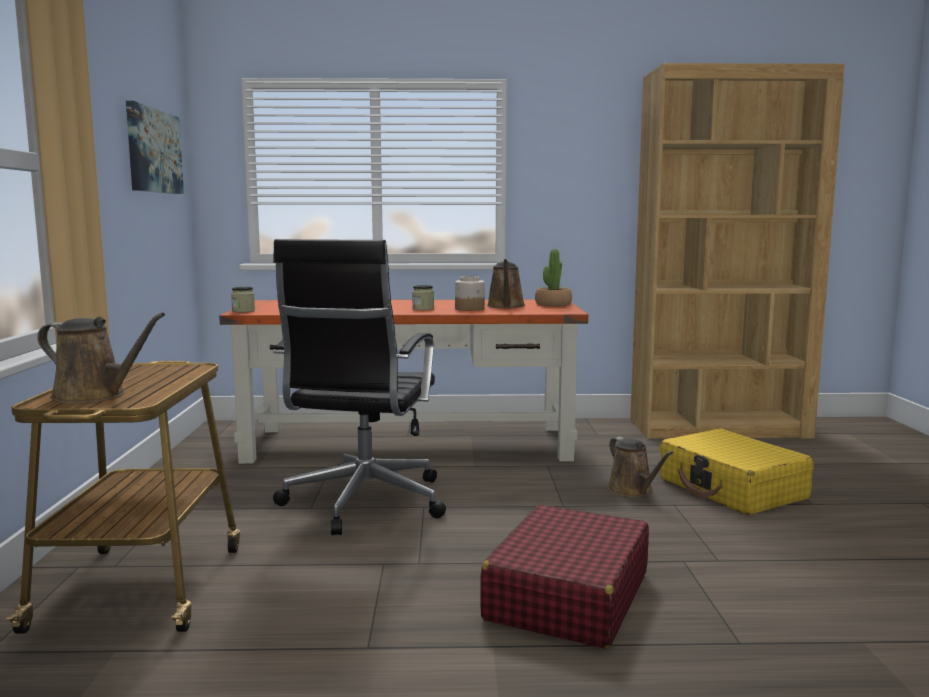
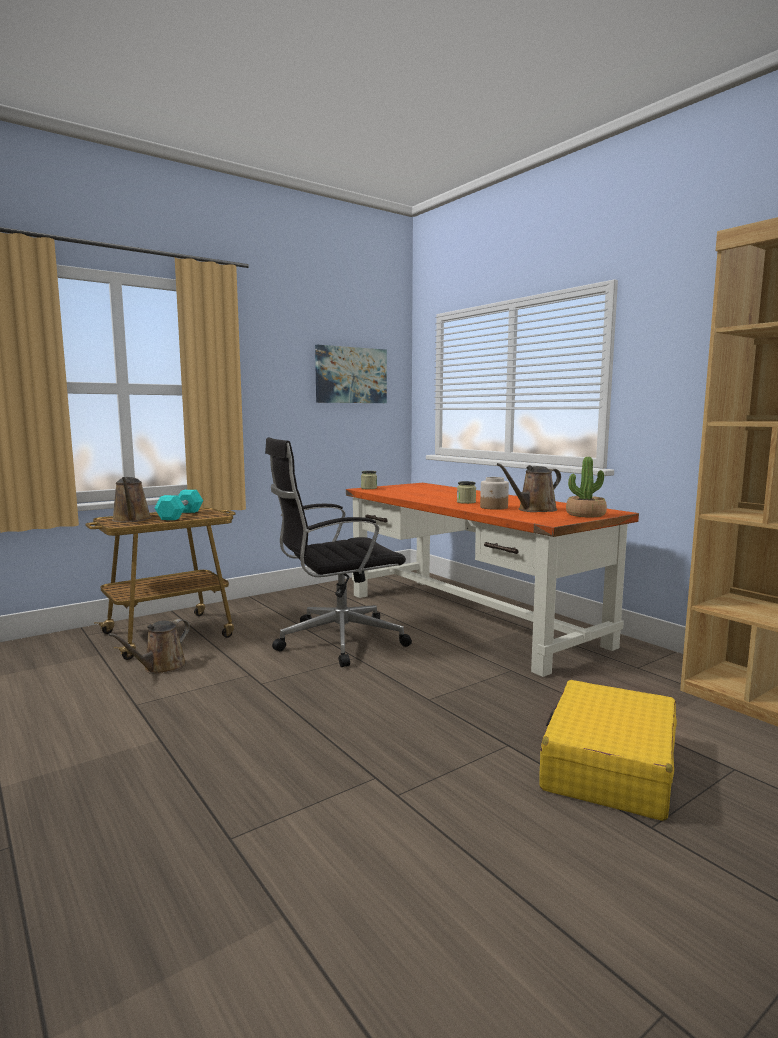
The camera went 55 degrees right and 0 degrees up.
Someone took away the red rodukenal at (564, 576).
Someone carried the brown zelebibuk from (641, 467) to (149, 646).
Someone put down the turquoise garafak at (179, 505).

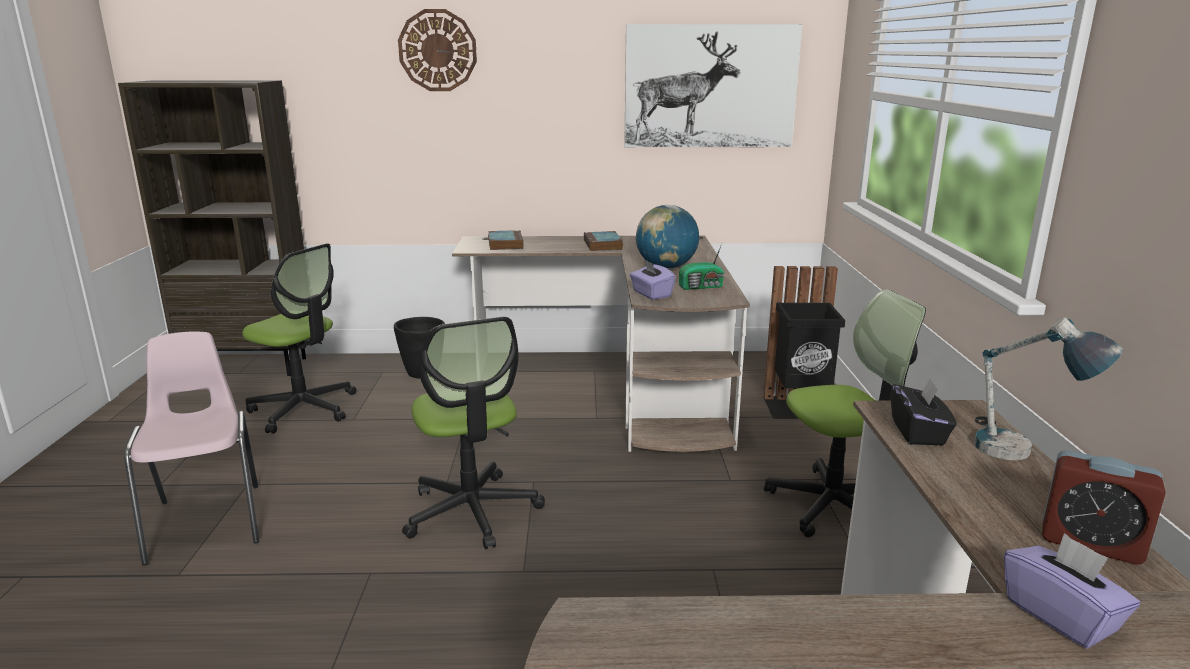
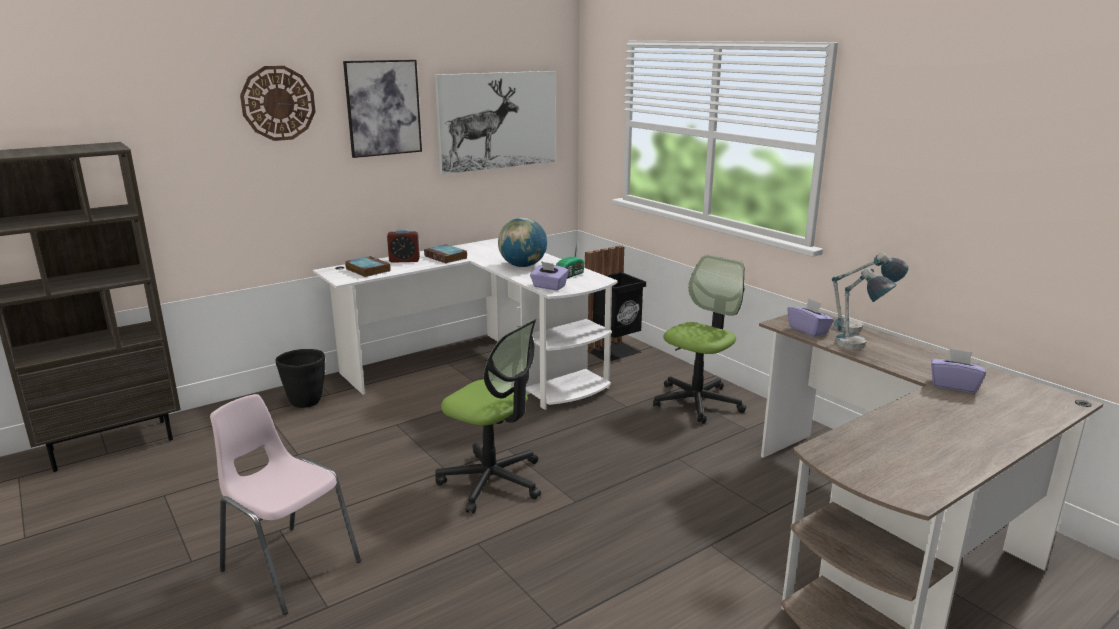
The camera went 35 degrees left and 0 degrees up.
Someone took away the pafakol at (299, 339).
Someone repainted the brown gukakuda at (601, 344), which became the white gukakuda at (465, 324).
Someone repainted the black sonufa at (924, 411), which became the purple sonufa at (810, 318).
Someone carried the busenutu from (1104, 507) to (403, 246).
Someone put up the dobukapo at (382, 109).
Someone put down the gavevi at (865, 308).

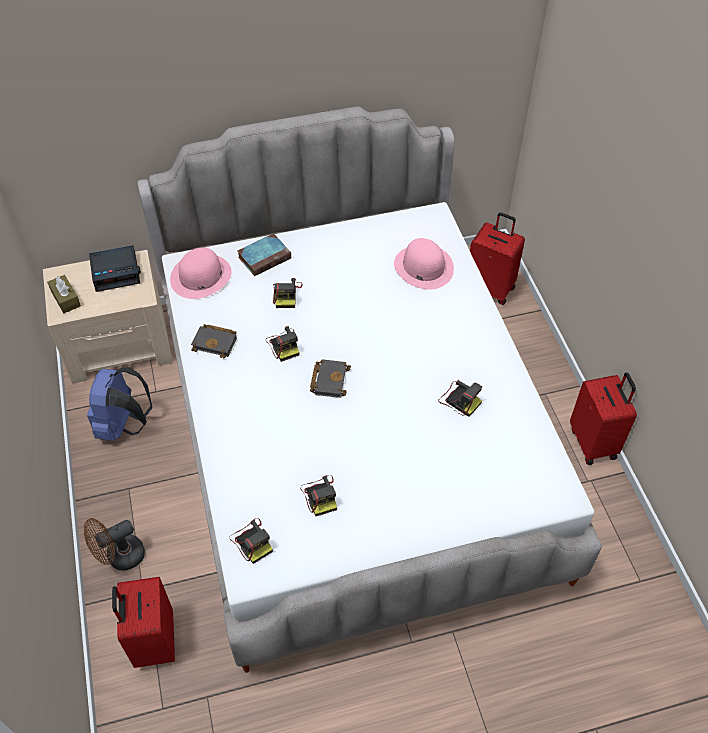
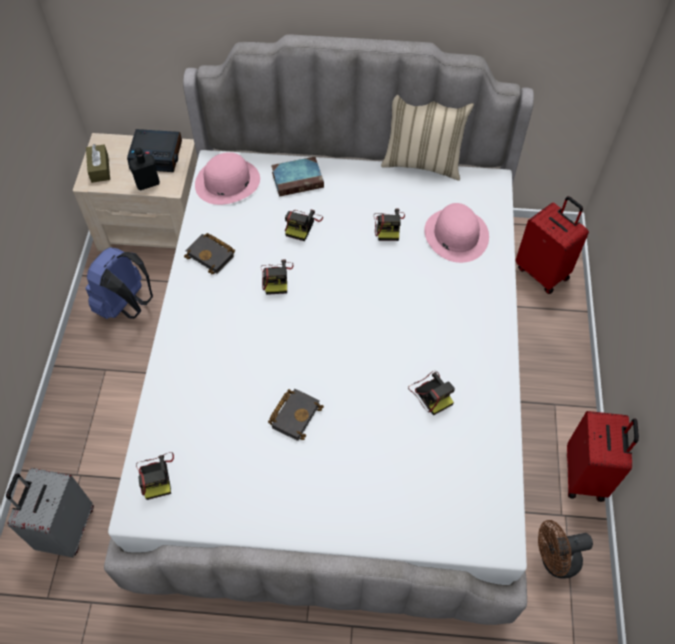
The camera went 20 degrees right and 5 degrees up.
Someone carried the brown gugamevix from (114, 544) to (565, 549).
Someone repainted the red rodukenal at (143, 622), which became the grey rodukenal at (50, 513).
Someone carried the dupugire from (318, 495) to (389, 224).
Someone carried the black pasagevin from (330, 378) to (296, 415).
Someone put down the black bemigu at (144, 169).
Someone put down the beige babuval at (427, 138).

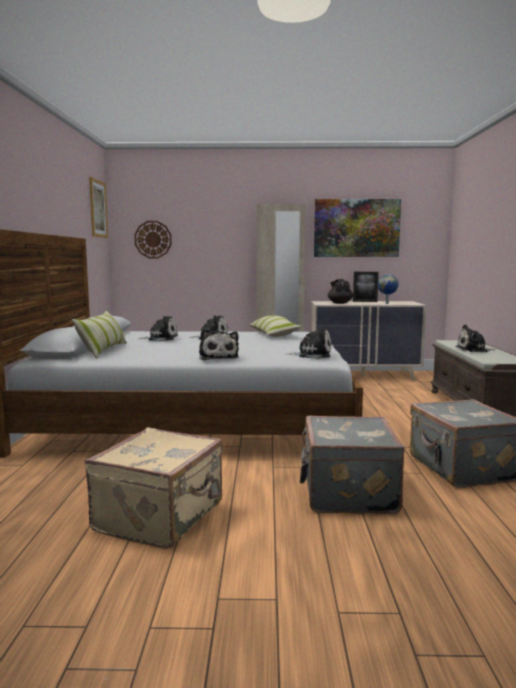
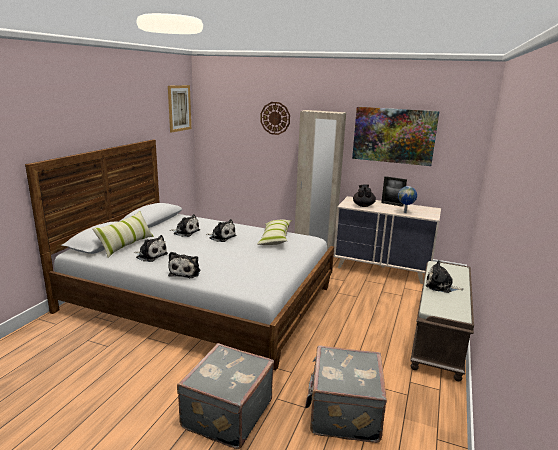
The camera went 20 degrees right and 10 degrees up.
Someone took away the beige rodukenal at (154, 488).
Someone carried the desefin from (153, 239) to (275, 118).
Someone carried the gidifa from (308, 343) to (151, 248).

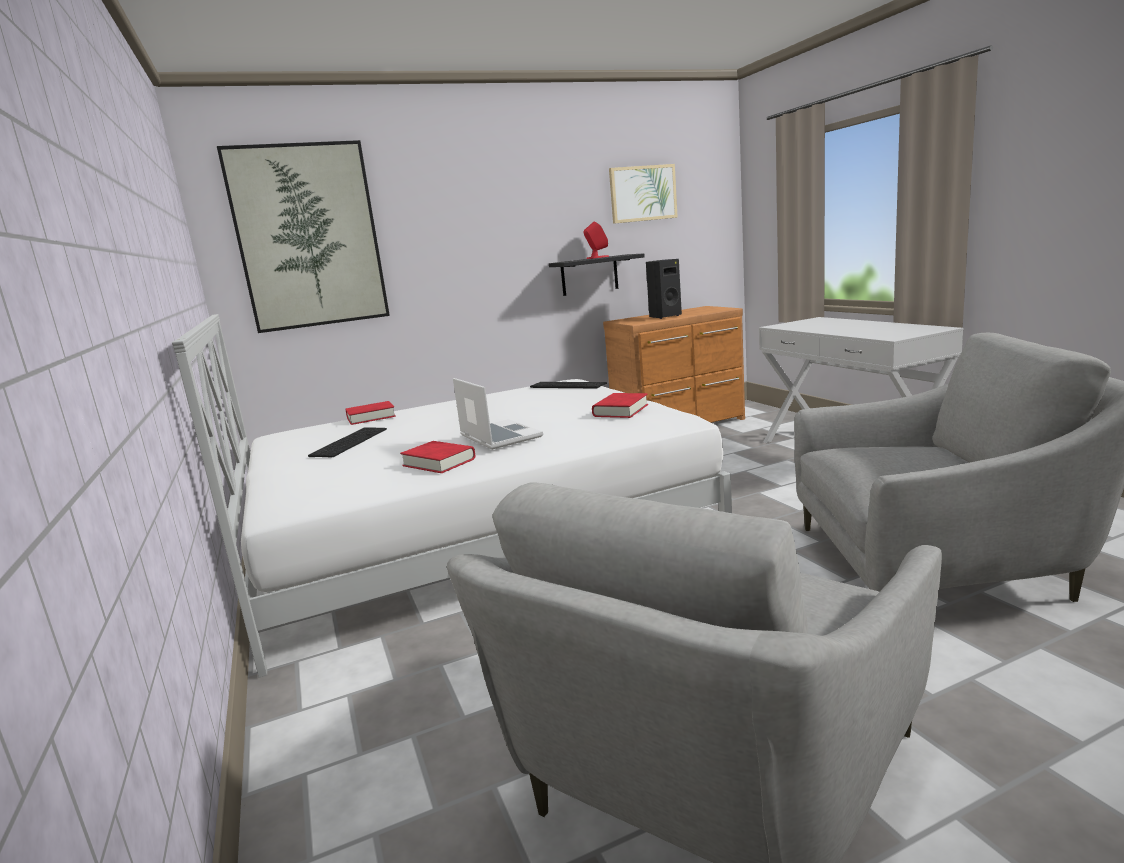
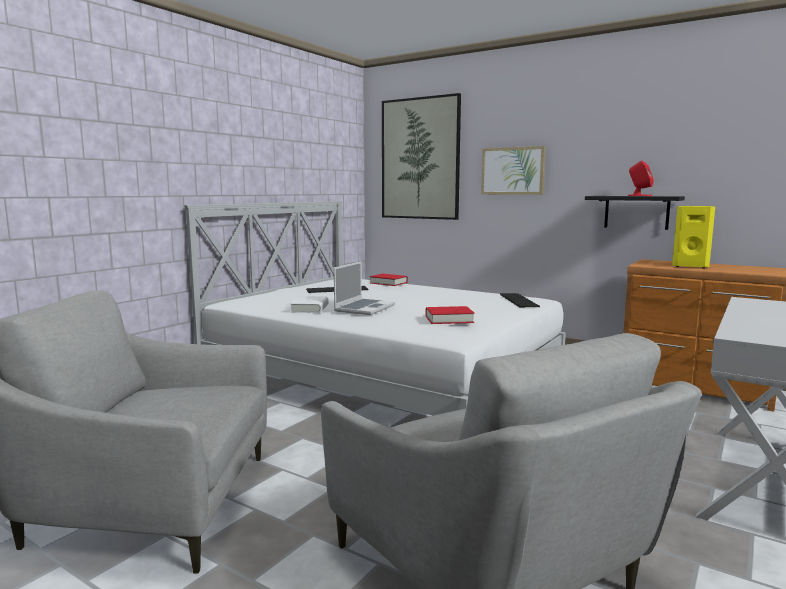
The camera went 55 degrees right and 5 degrees down.
Someone repainted the red pasagevin at (437, 457), which became the white pasagevin at (309, 304).
Someone carried the dobukapo from (643, 194) to (513, 170).
Someone repainted the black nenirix at (664, 289), which became the yellow nenirix at (693, 237).

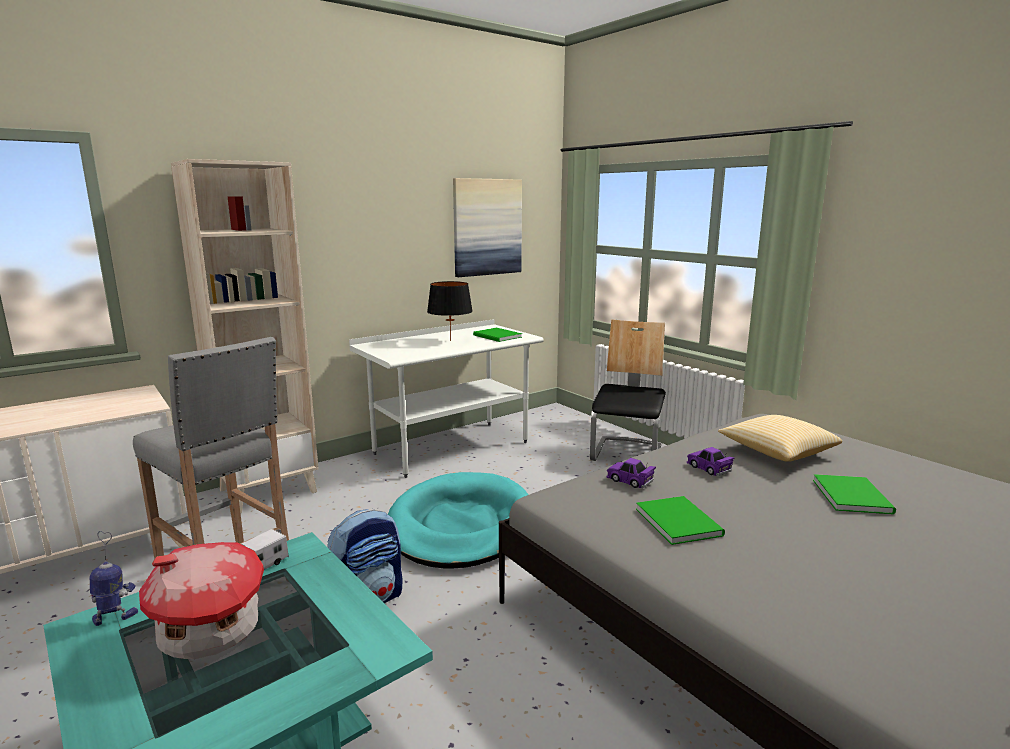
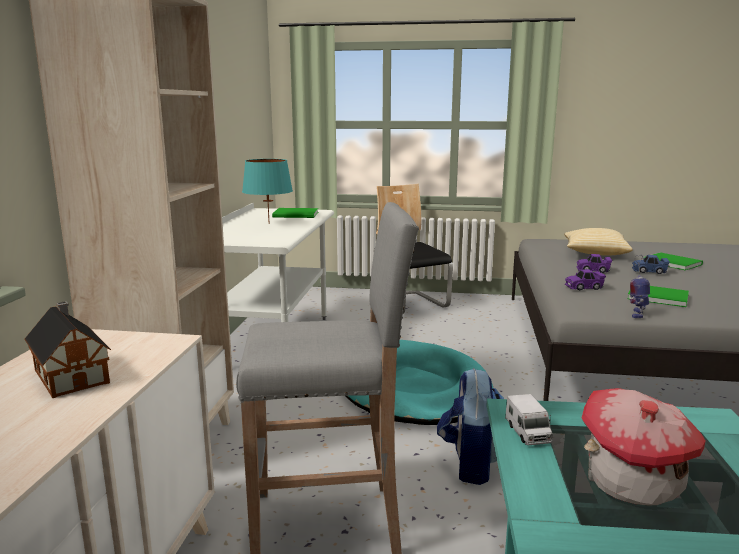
The camera went 45 degrees left and 0 degrees up.
Someone carried the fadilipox from (114, 578) to (640, 286).
Someone repainted the black gavevi at (450, 311), which became the turquoise gavevi at (267, 191).
Someone took away the dobukapo at (487, 227).
Someone put down the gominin at (67, 349).
Someone put down the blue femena at (651, 264).

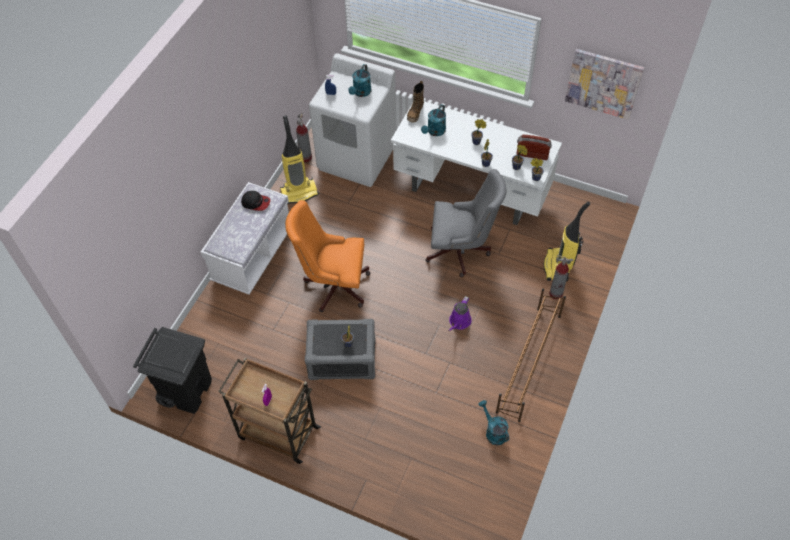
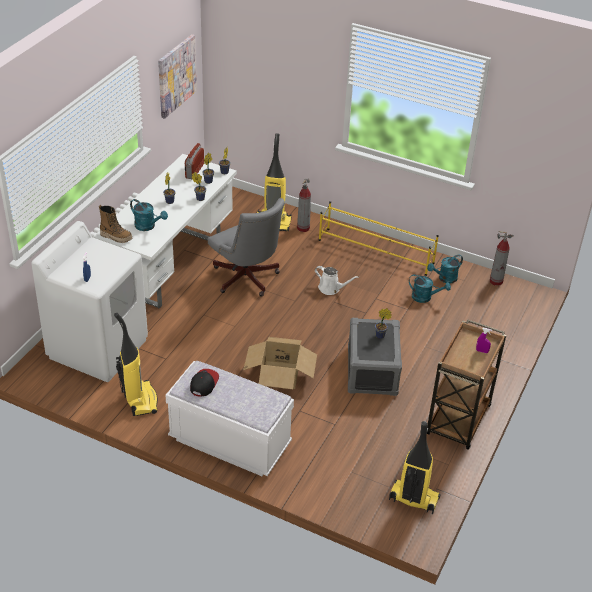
The camera went 90 degrees left and 15 degrees down.
Someone swapped the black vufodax at (172, 370) for the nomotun at (415, 467).
Someone swapped the orange pafakol at (328, 256) for the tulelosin at (280, 363).
Someone carried the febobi from (304, 137) to (502, 258).
Someone carried the turquoise zelebibuk from (359, 80) to (430, 288).
Someone rotated the grey pafakol at (466, 223) by 135 degrees clockwise.
Someone repainted the purple zelebibuk at (460, 313), which became the white zelebibuk at (337, 280).
Someone repainted the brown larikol at (531, 355), which became the yellow larikol at (379, 238).

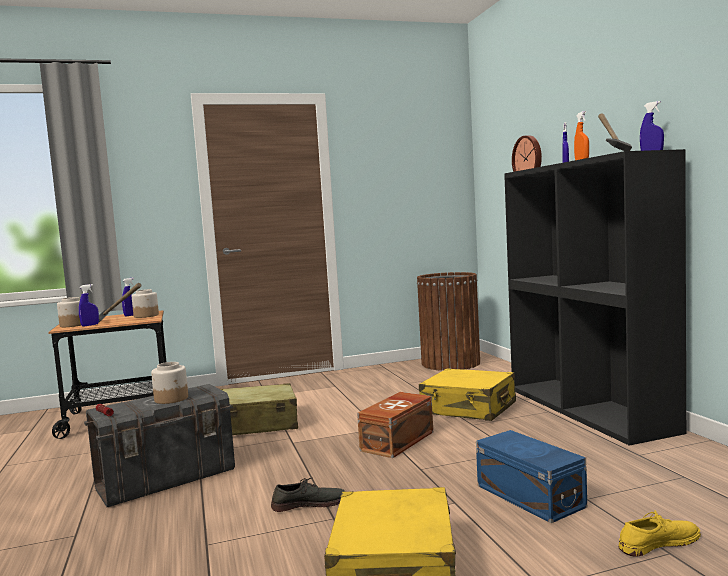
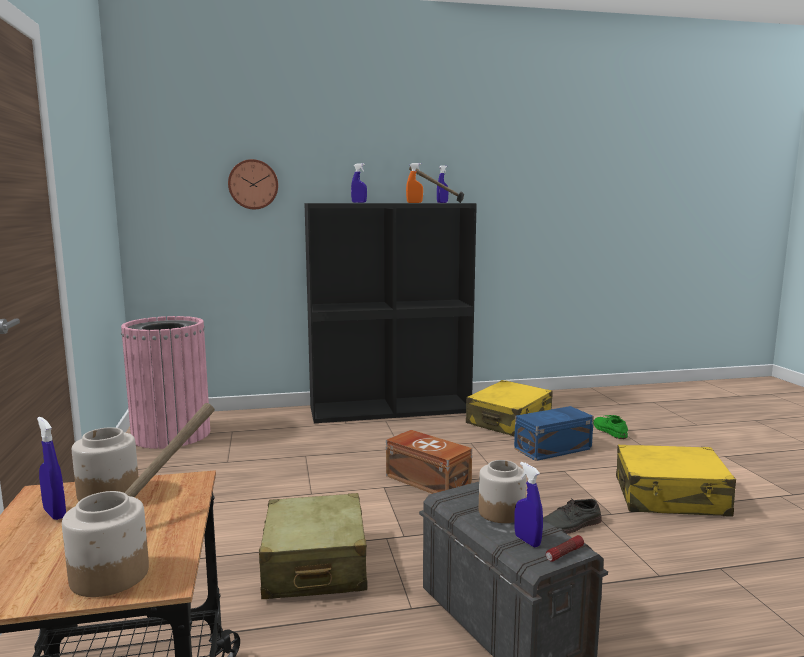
The camera went 85 degrees left and 5 degrees up.
Someone carried the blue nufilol from (89, 305) to (528, 504).
Someone rotated the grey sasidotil at (308, 495) by 105 degrees counterclockwise.
Someone repainted the brown vufodax at (448, 321), which became the pink vufodax at (165, 382).
Someone carried the yellow rodukenal from (467, 394) to (509, 408).
Someone repainted the yellow sasidotil at (659, 533), which became the green sasidotil at (610, 427).

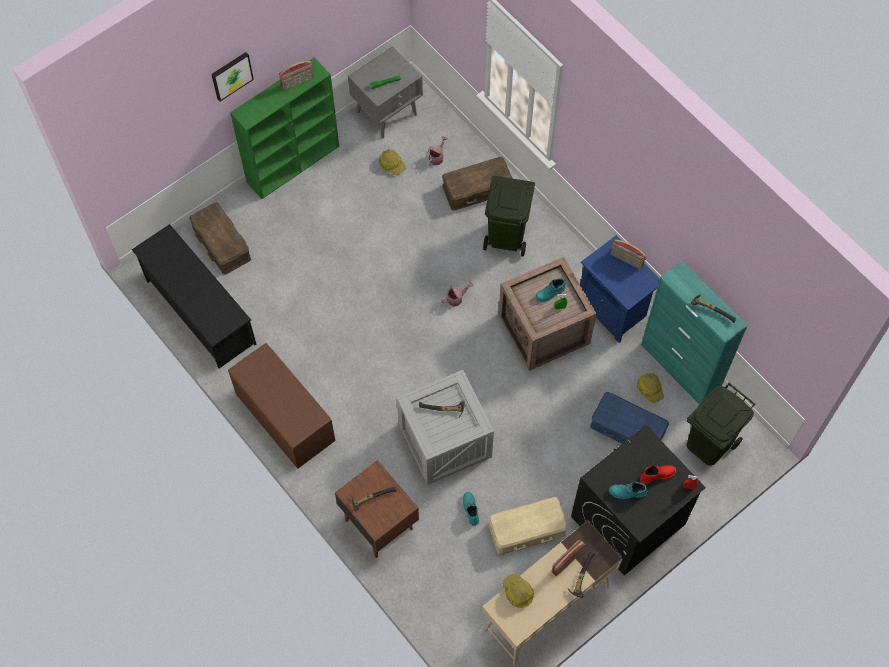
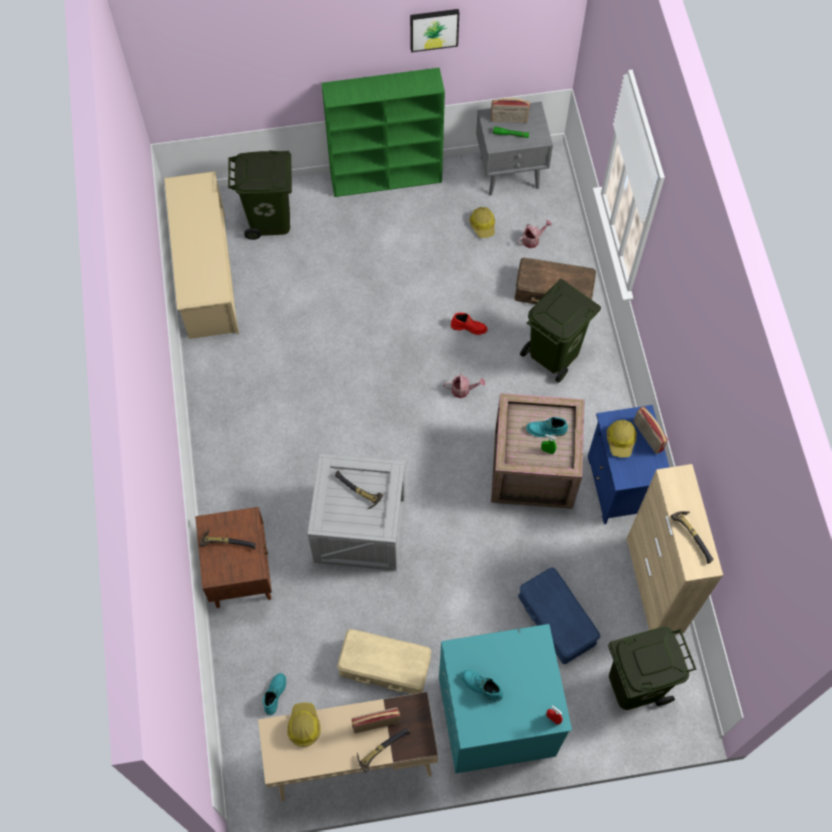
The camera went 30 degrees right and 0 degrees up.
Someone repainted the black larikol at (194, 296), which became the beige larikol at (201, 255).
Someone swapped the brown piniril at (220, 239) for the green vufodax at (260, 195).
Someone carried the dobukapo from (232, 76) to (434, 30).
Someone took away the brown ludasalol at (281, 406).
Someone carried the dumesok from (296, 75) to (510, 110).
Someone carried the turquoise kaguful from (471, 509) to (274, 694).
Someone repainted the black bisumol at (638, 500), which became the turquoise bisumol at (505, 699).
Someone carried the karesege from (650, 388) to (622, 438).
Someone carried the red kaguful from (658, 475) to (469, 324).
Someone repainted the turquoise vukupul at (694, 333), which became the beige vukupul at (675, 549).

